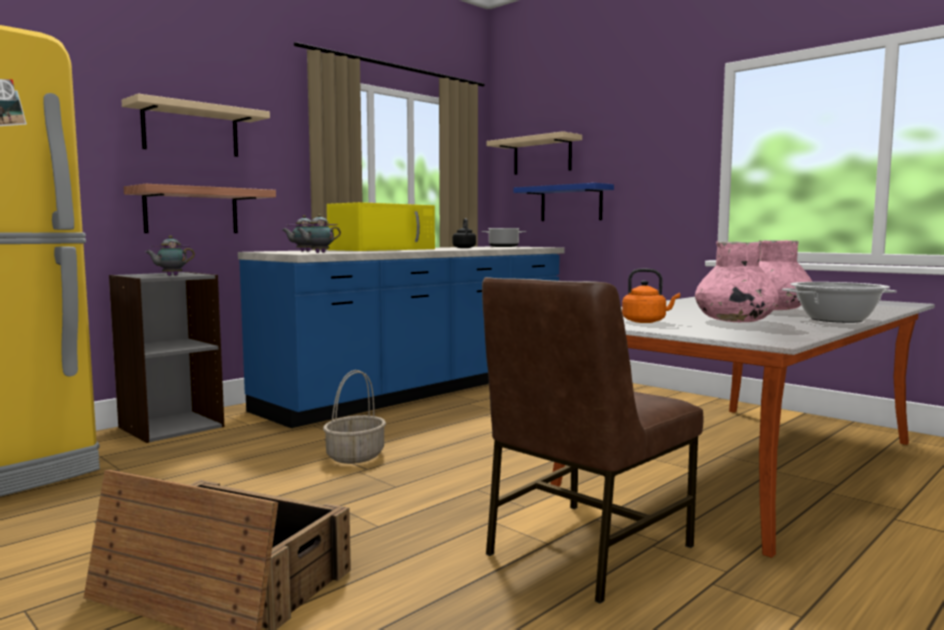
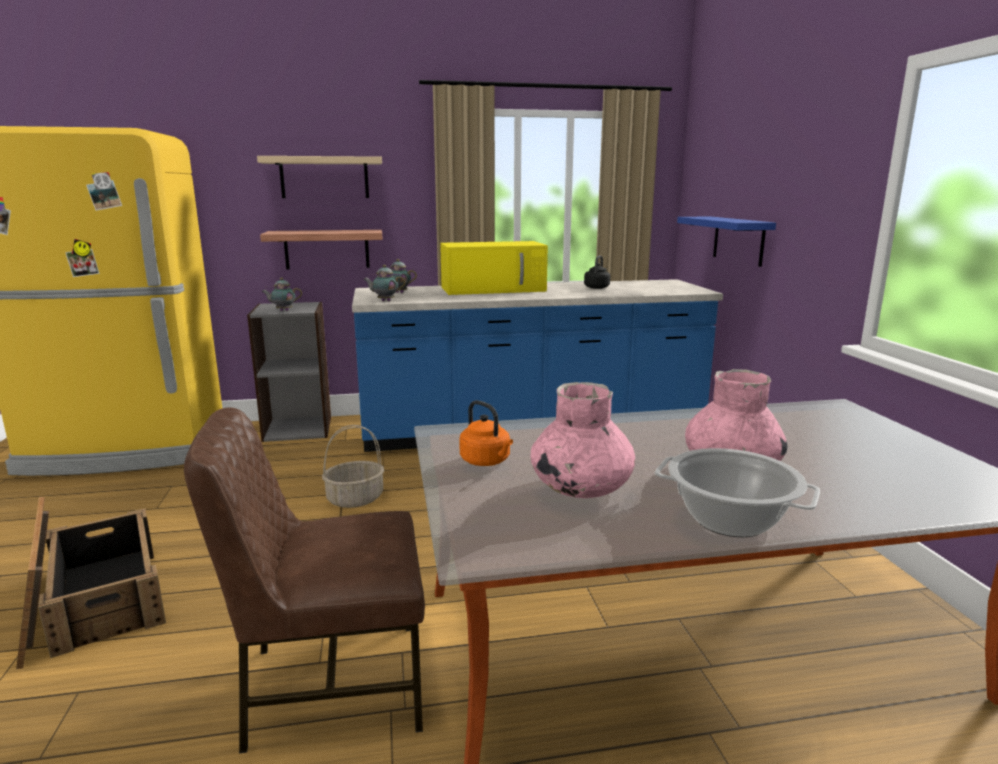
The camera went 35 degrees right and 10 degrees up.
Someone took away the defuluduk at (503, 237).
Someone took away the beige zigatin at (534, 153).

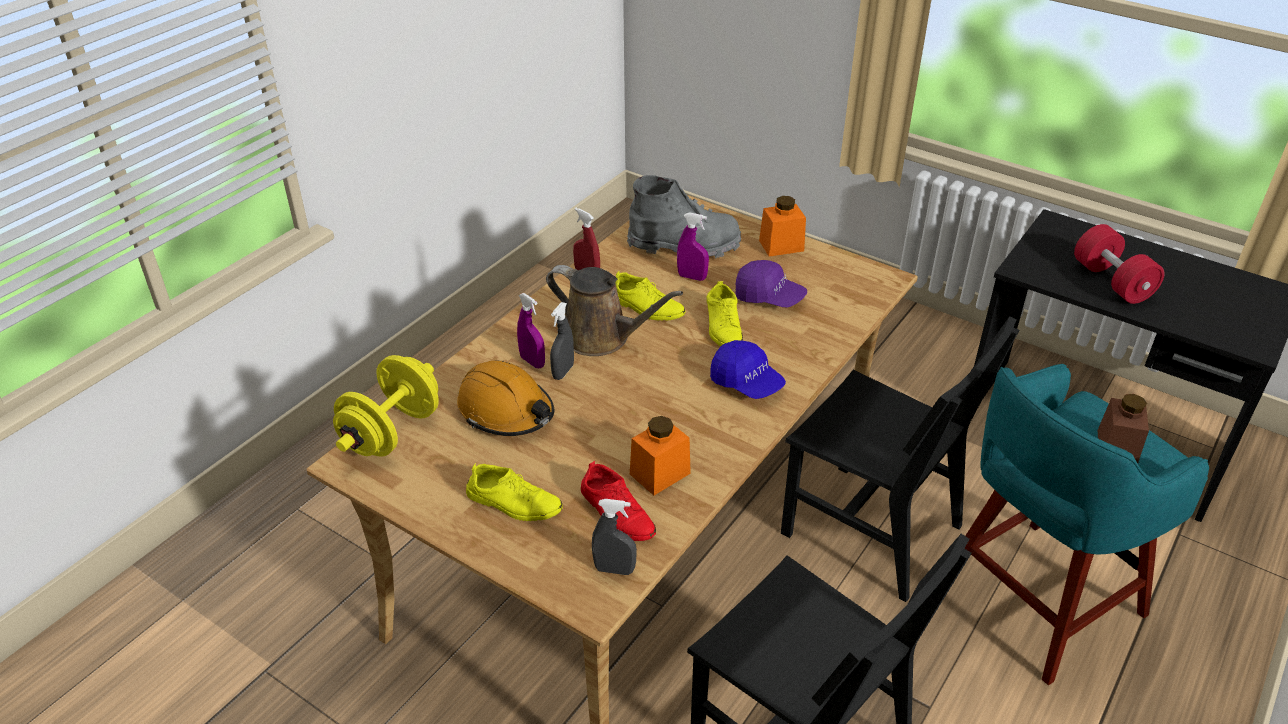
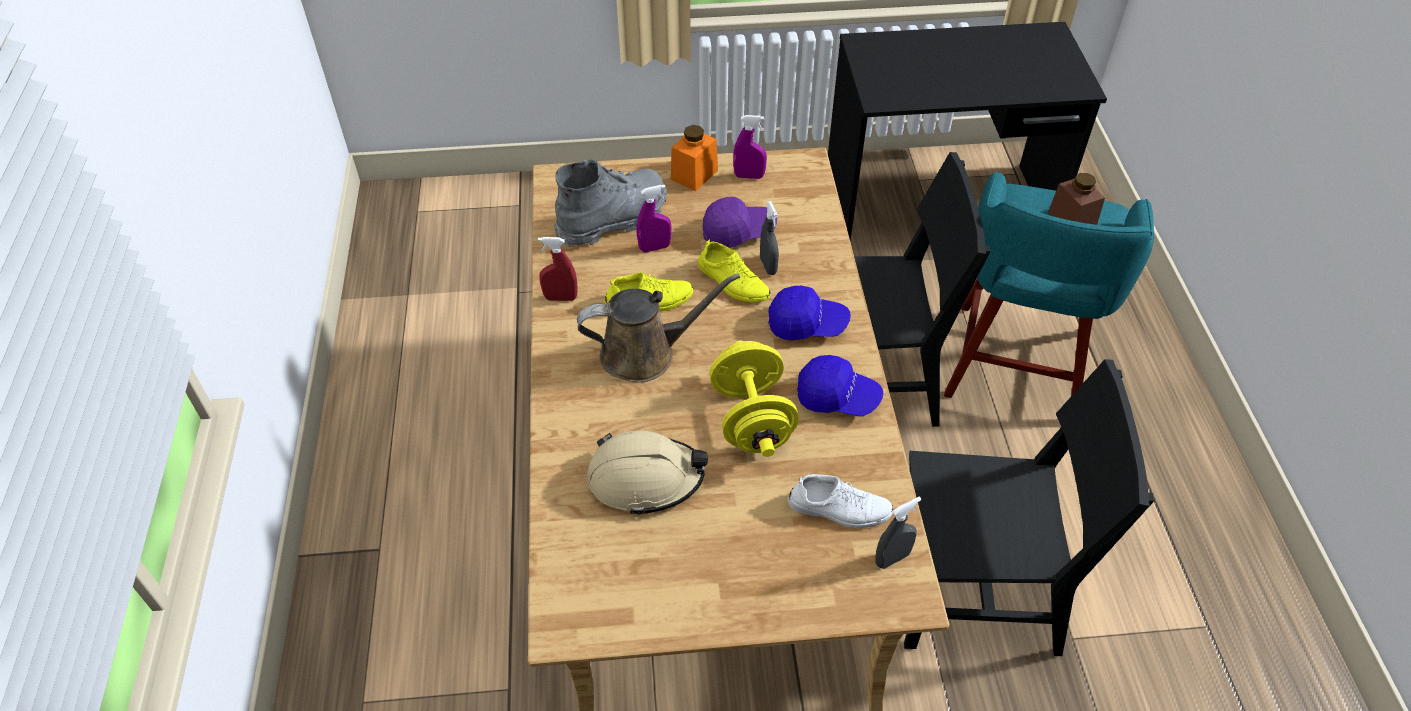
The camera went 40 degrees left and 10 degrees up.
Someone carried the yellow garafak from (386, 406) to (754, 398).
Someone repainted the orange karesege at (505, 398), which became the beige karesege at (647, 472).
Someone took away the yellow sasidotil at (514, 492).
Someone carried the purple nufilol from (531, 330) to (750, 147).
Someone carried the grey nufilol from (562, 341) to (769, 238).
Someone repainted the red sasidotil at (618, 501), which became the white sasidotil at (840, 501).
Someone took away the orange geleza at (660, 455).
Someone took away the red garafak at (1119, 264).
Someone put down the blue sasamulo at (840, 385).

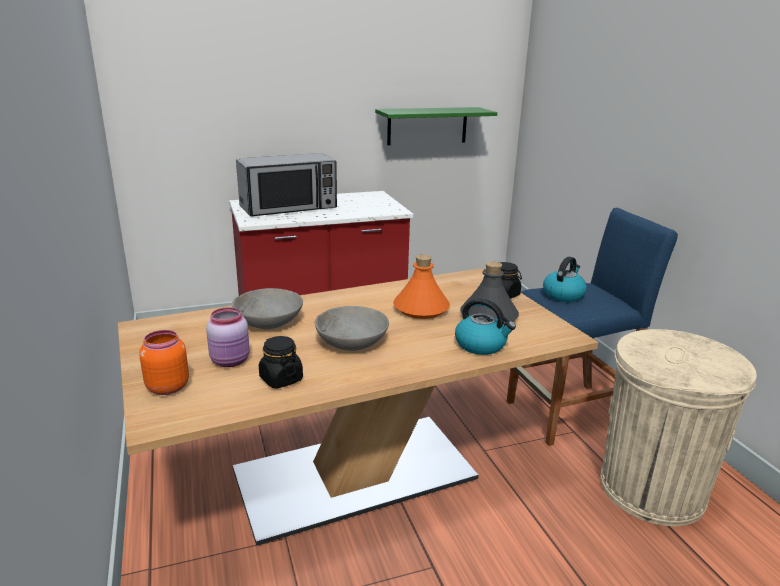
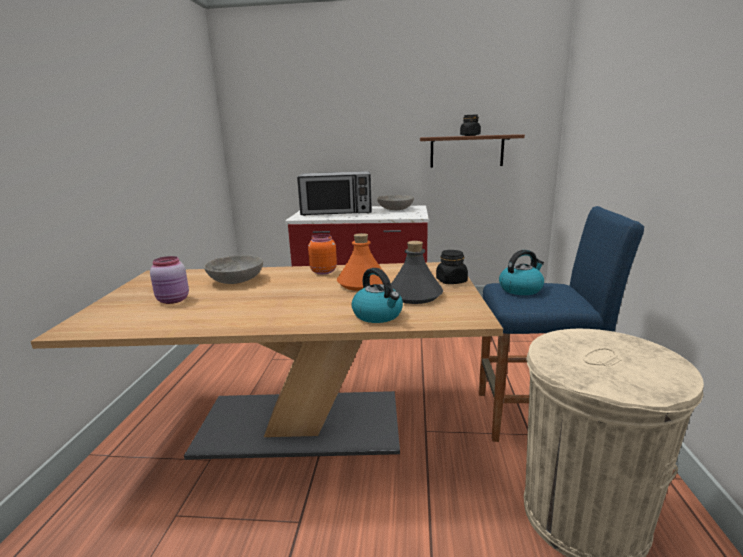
The camera went 25 degrees right and 5 degrees down.
Someone carried the orange geleza from (164, 362) to (322, 254).
Someone carried the black geleza from (281, 362) to (470, 125).
Someone carried the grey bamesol from (352, 328) to (395, 202).
Someone repainted the green zigatin at (436, 126), which became the brown zigatin at (472, 151).

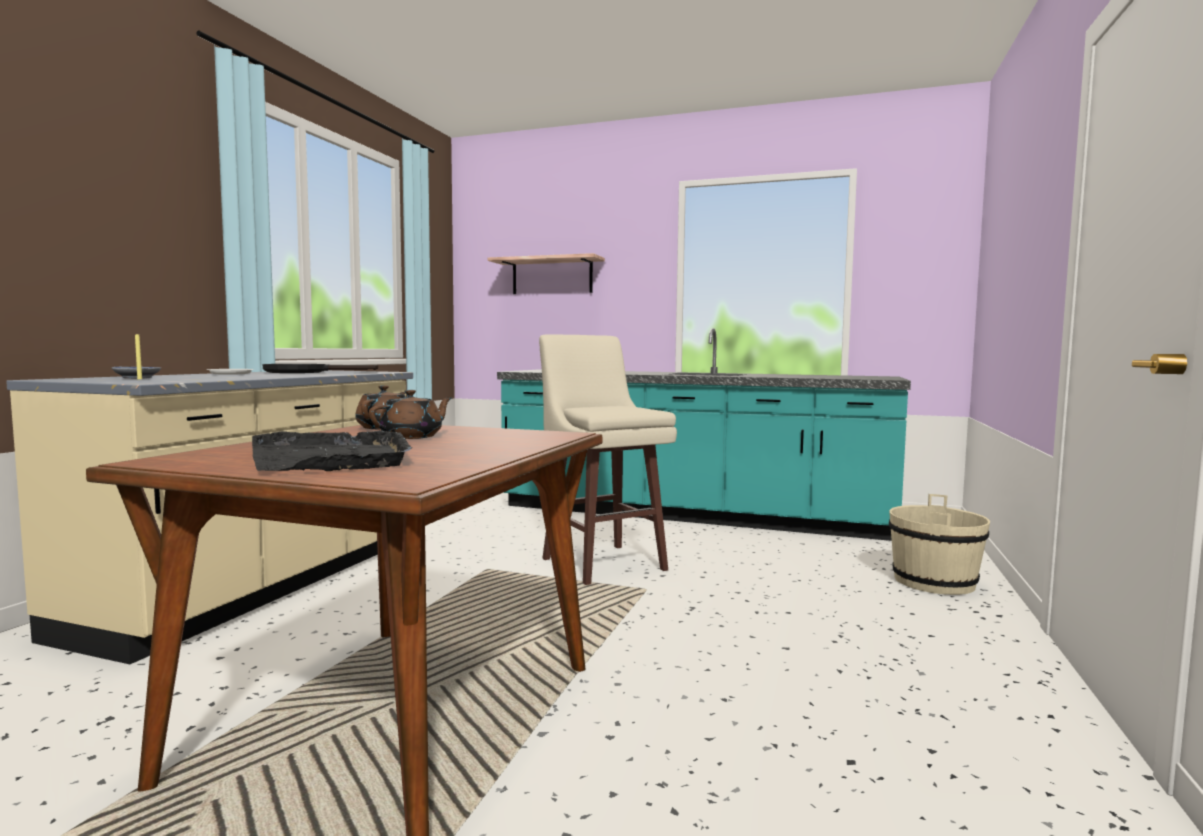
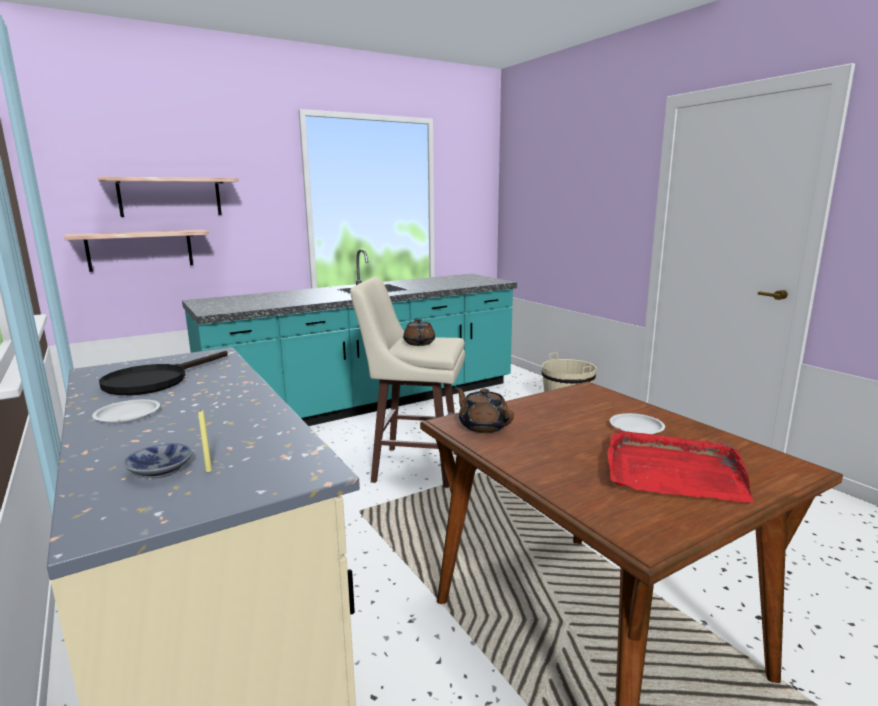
The camera went 50 degrees left and 10 degrees up.
Someone repainted the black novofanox at (332, 449), which became the red novofanox at (680, 466).
Someone carried the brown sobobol from (410, 414) to (419, 332).
Someone put up the zigatin at (136, 251).
Someone put down the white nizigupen at (637, 424).

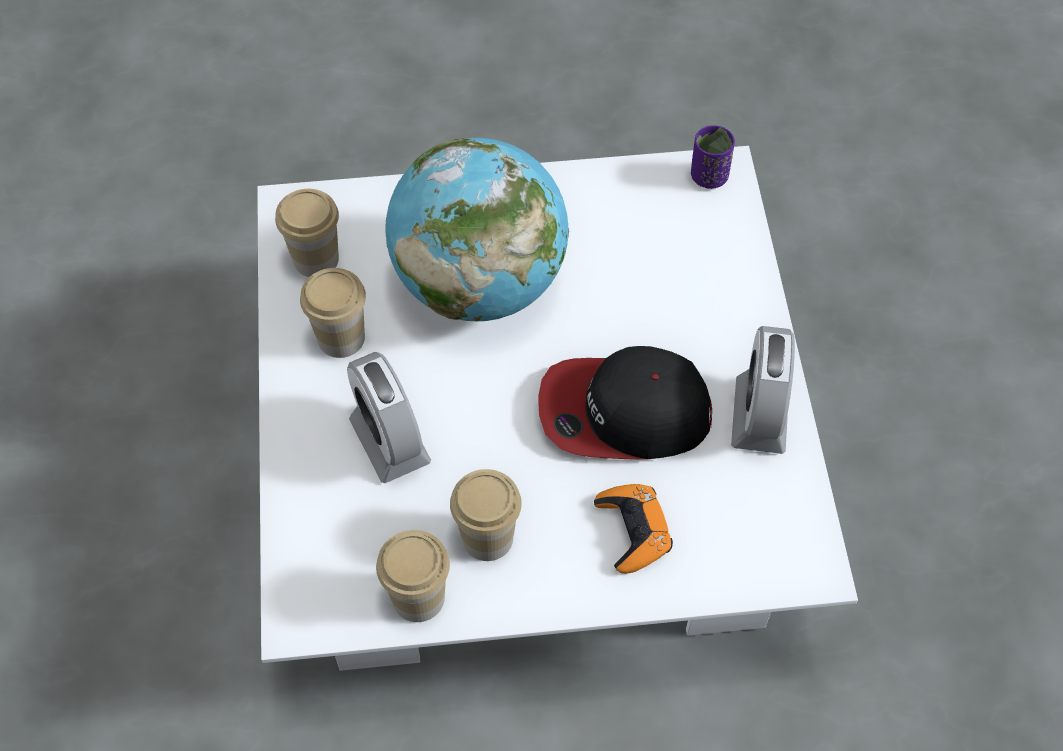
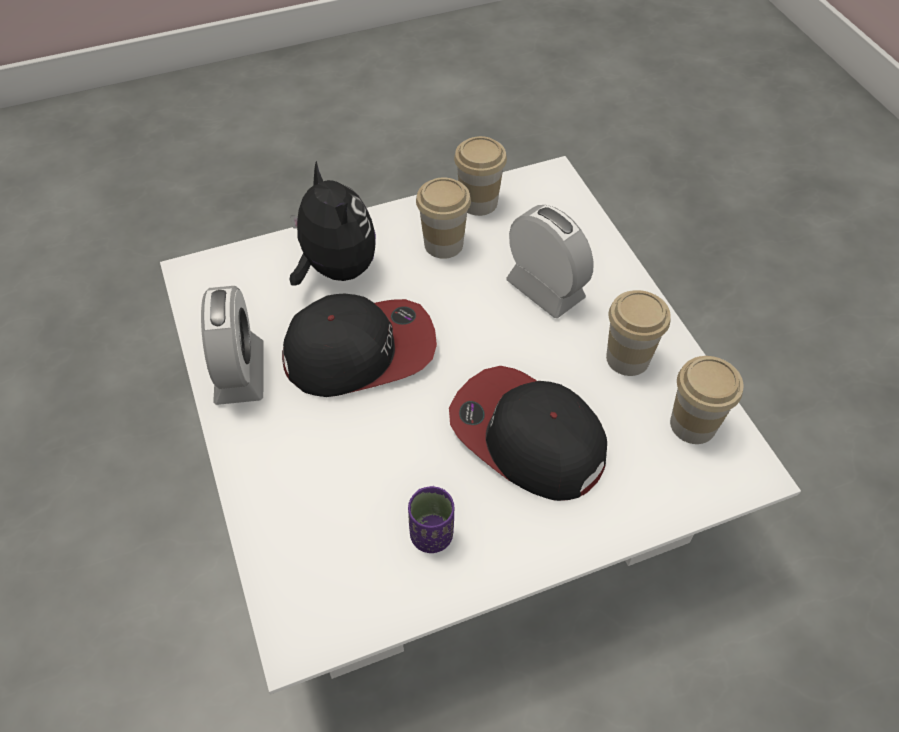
The camera went 165 degrees right and 5 degrees down.
Someone swapped the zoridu at (477, 229) for the sasamulo at (528, 433).
Someone swapped the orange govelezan at (633, 529) for the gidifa at (333, 223).
Someone carried the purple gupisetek from (713, 157) to (431, 519).

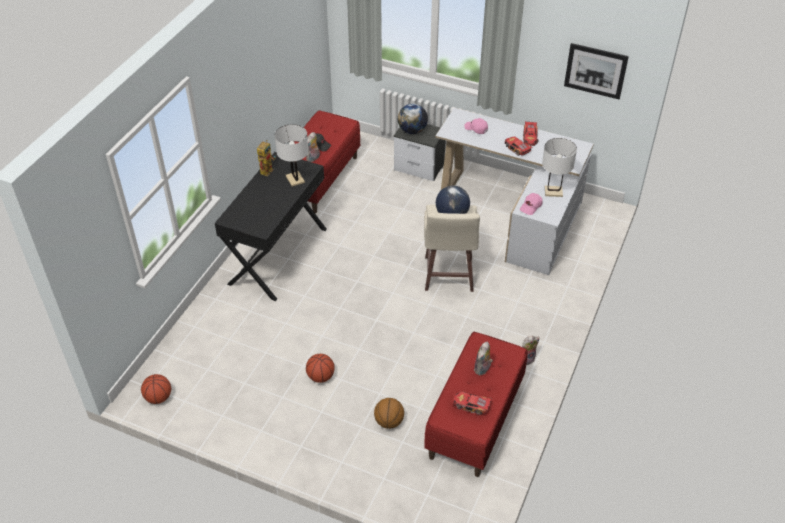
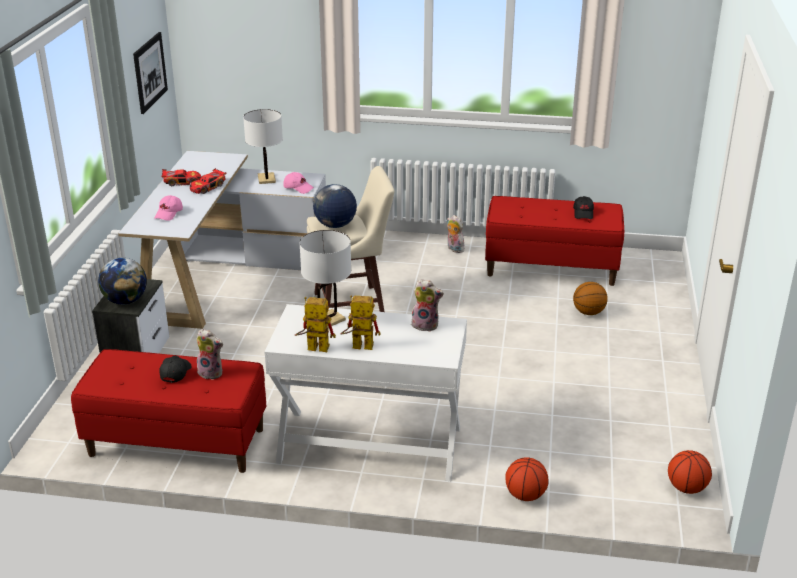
The camera went 105 degrees left and 15 degrees down.
Someone repainted the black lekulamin at (271, 226), which became the white lekulamin at (365, 392).
Someone carried the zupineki from (320, 368) to (527, 479).
Someone swapped the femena at (472, 403) for the black sasamulo at (583, 207).
Someone carried the gidifa from (483, 358) to (427, 305).
Someone put down the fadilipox at (361, 322).

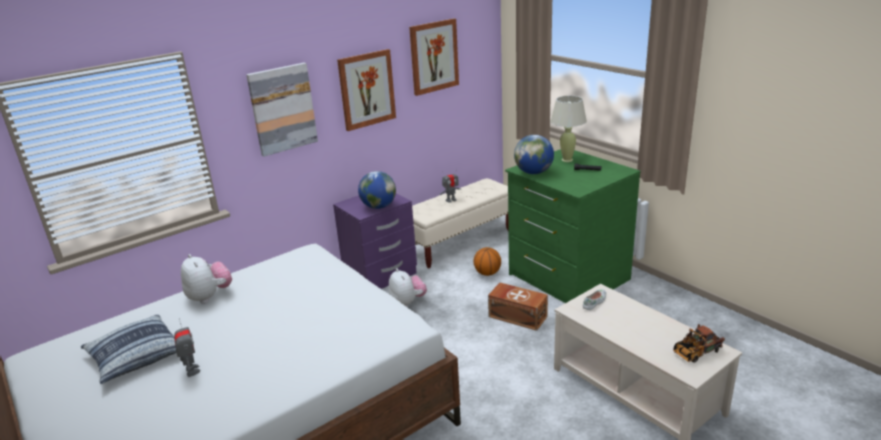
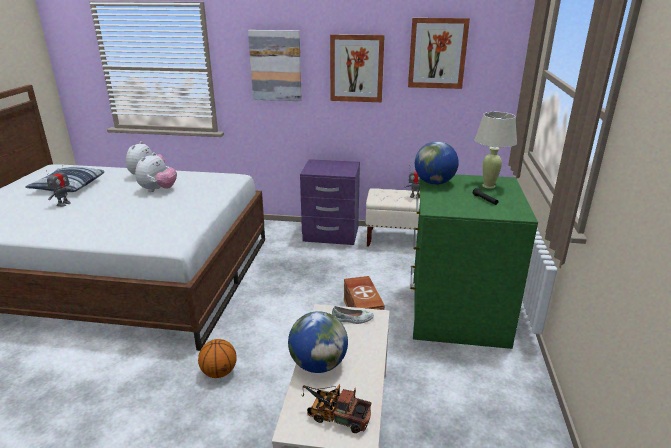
The camera went 45 degrees right and 0 degrees up.
Someone carried the zoridu from (377, 190) to (318, 342).
Someone carried the gidifa from (408, 287) to (156, 172).
Someone carried the zupineki from (487, 261) to (217, 358).

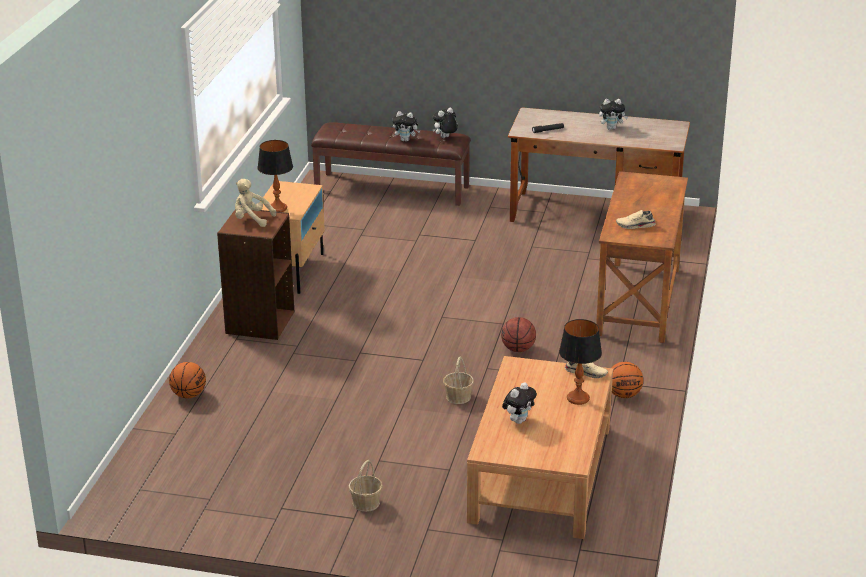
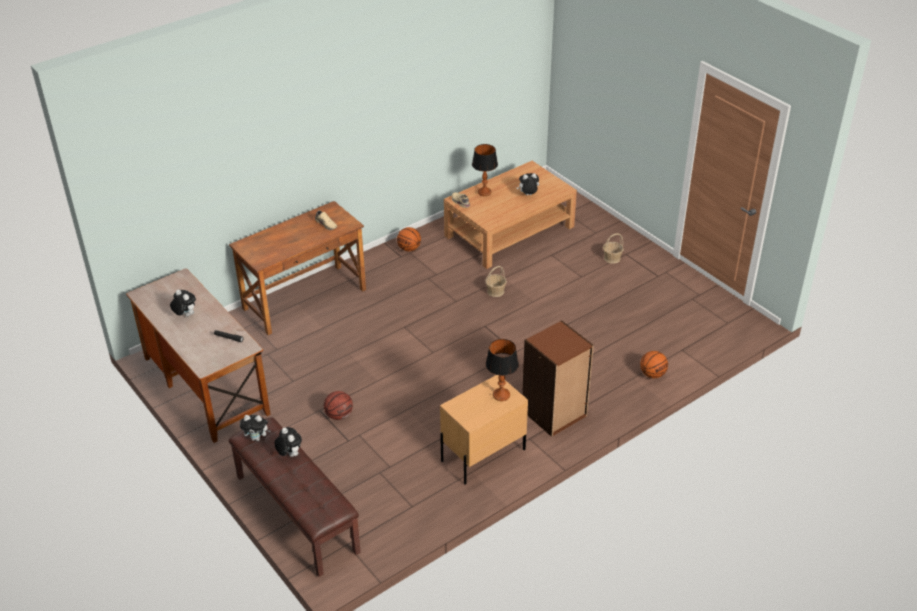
The camera went 140 degrees left and 10 degrees up.
Someone took away the beige gidifa at (255, 203).
Someone carried the zupineki from (518, 334) to (338, 405).

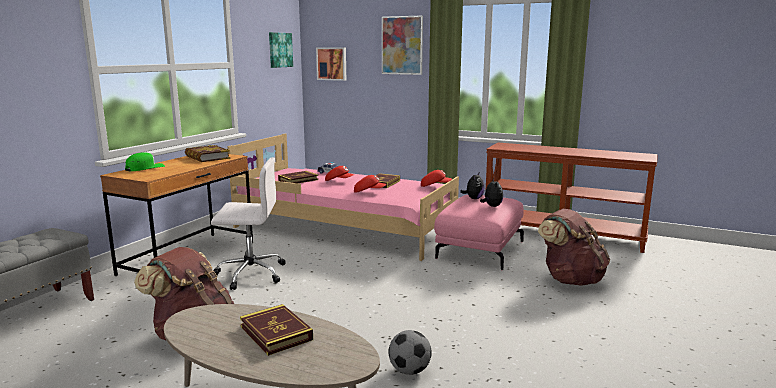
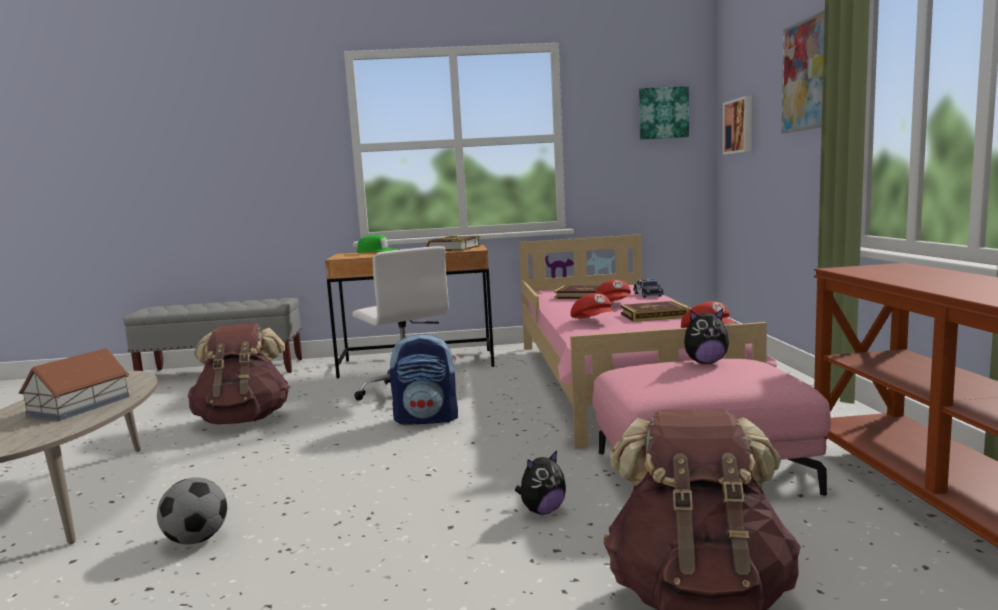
The camera went 60 degrees right and 5 degrees down.
Someone swapped the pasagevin at (276, 330) for the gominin at (74, 384).
Someone carried the gidifa from (491, 192) to (540, 482).
Someone put down the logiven at (424, 379).

